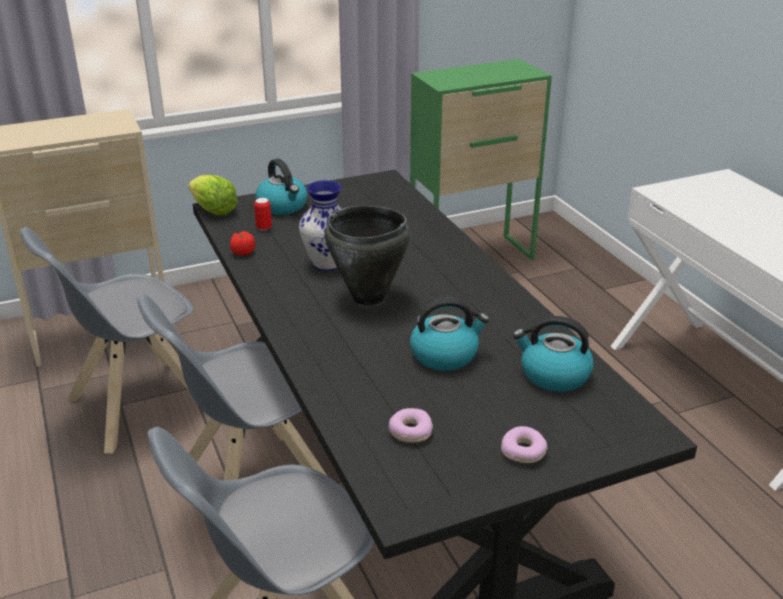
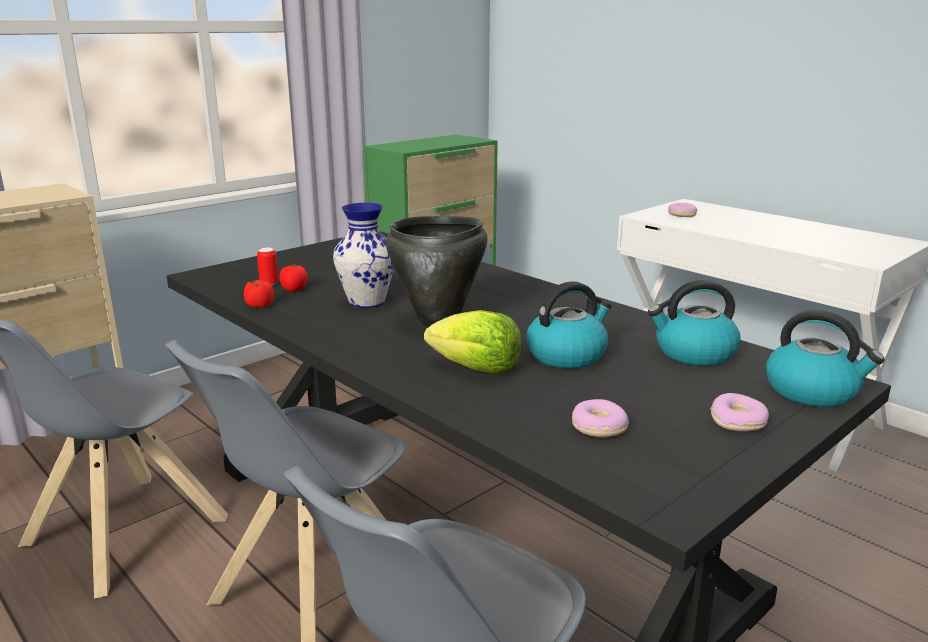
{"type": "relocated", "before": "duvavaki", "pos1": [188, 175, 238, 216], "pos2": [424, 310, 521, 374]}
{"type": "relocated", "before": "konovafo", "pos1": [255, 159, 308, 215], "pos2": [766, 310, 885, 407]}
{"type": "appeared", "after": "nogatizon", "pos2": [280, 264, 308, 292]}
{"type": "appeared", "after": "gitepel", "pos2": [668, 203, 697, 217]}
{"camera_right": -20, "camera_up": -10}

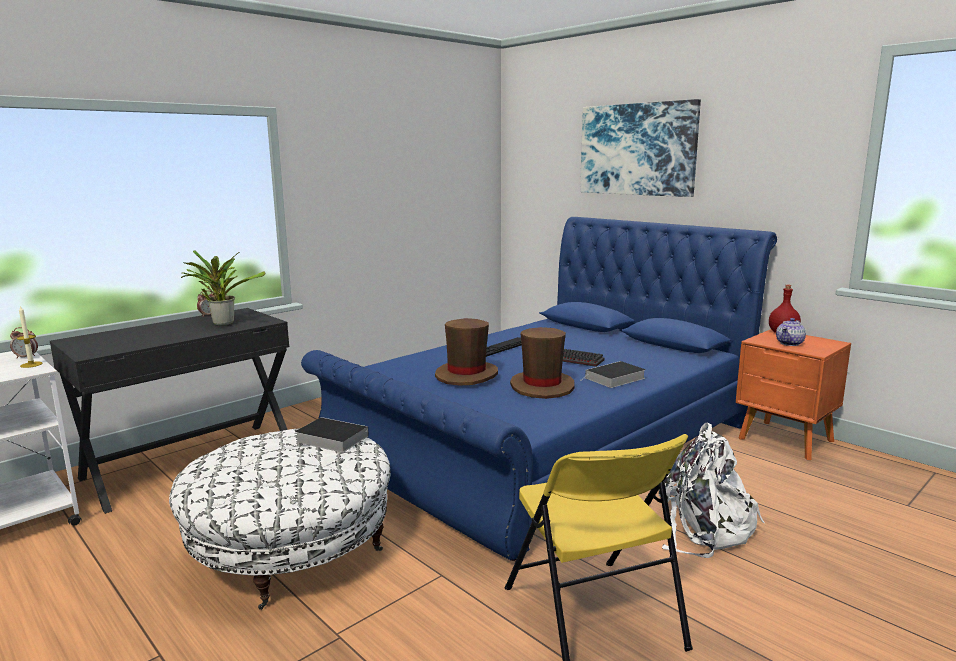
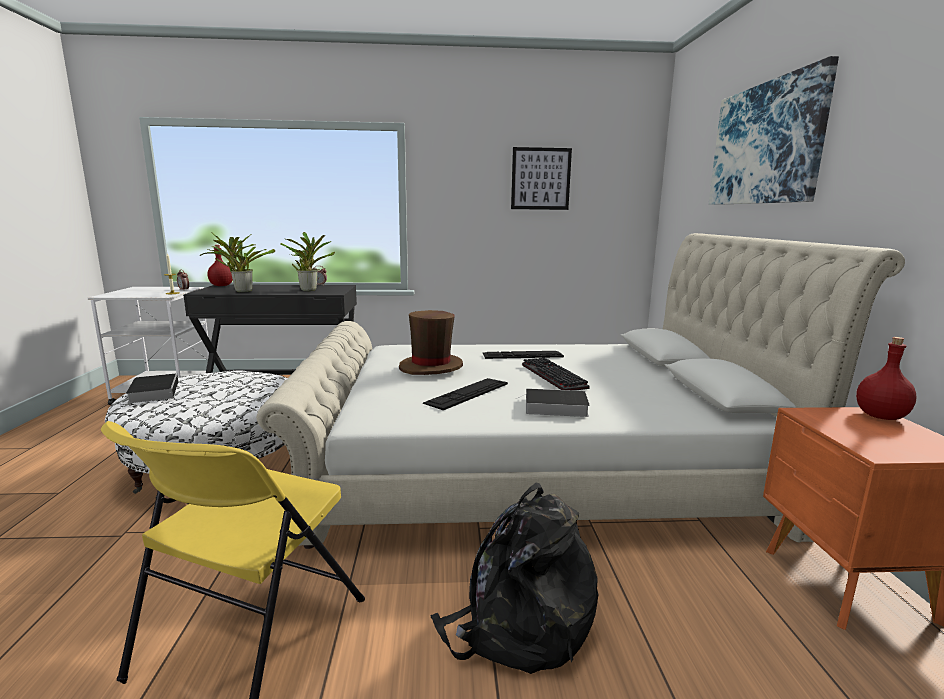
{"type": "relocated", "before": "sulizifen", "pos1": [295, 417, 369, 453], "pos2": [126, 373, 178, 403]}
{"type": "colour", "before": "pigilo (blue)", "after": "pigilo (beige)", "pos1": [301, 217, 777, 561], "pos2": [256, 233, 905, 549]}
{"type": "exchanged", "before": "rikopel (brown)", "after": "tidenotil", "pos1": [510, 327, 575, 399], "pos2": [423, 378, 508, 410]}
{"type": "colour", "before": "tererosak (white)", "after": "tererosak (black)", "pos1": [659, 422, 764, 558], "pos2": [430, 483, 599, 674]}
{"type": "missing", "before": "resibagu", "pos1": [776, 318, 806, 346]}
{"type": "appeared", "after": "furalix", "pos2": [200, 233, 275, 292]}
{"type": "appeared", "after": "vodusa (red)", "pos2": [207, 245, 233, 286]}
{"type": "appeared", "after": "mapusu", "pos2": [511, 147, 572, 210]}
{"camera_right": 40, "camera_up": 0}

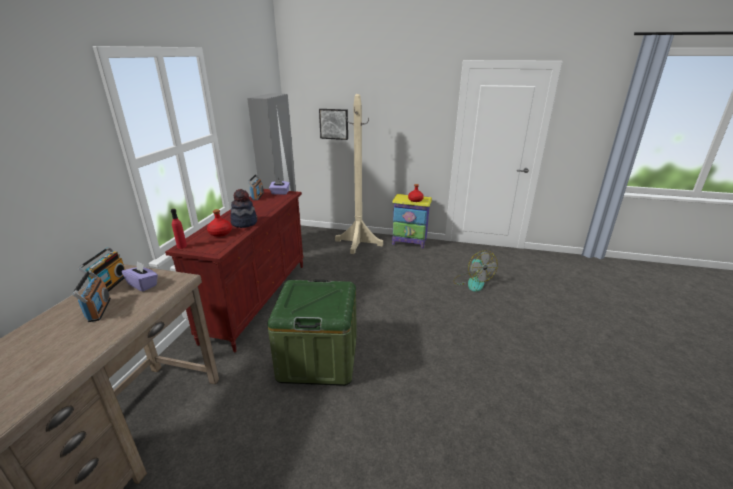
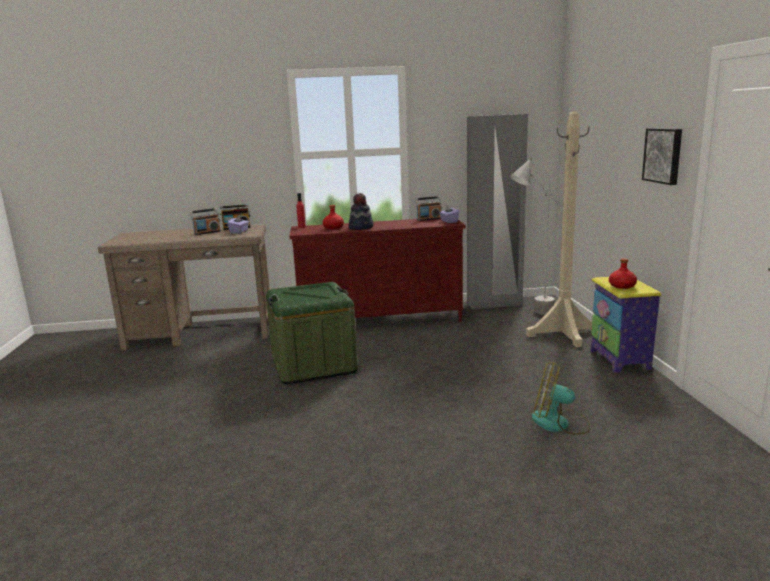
{"type": "relocated", "before": "mapusu", "pos1": [319, 109, 348, 140], "pos2": [642, 128, 682, 185]}
{"type": "spun", "before": "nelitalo", "pos1": [453, 250, 498, 292], "pos2": [532, 362, 590, 435], "turn": 60}
{"type": "appeared", "after": "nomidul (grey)", "pos2": [510, 158, 558, 315]}
{"camera_right": 70, "camera_up": -10}

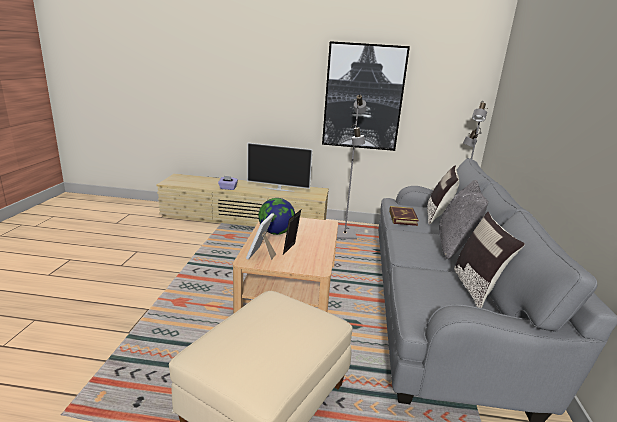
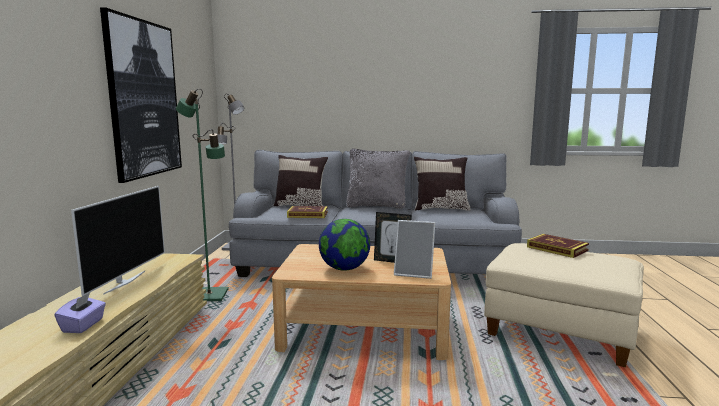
{"type": "colour", "before": "nomidul (grey)", "after": "nomidul (green)", "pos1": [337, 94, 367, 239], "pos2": [176, 88, 228, 301]}
{"type": "appeared", "after": "sulizifen", "pos2": [527, 234, 589, 258]}
{"camera_right": -90, "camera_up": -10}

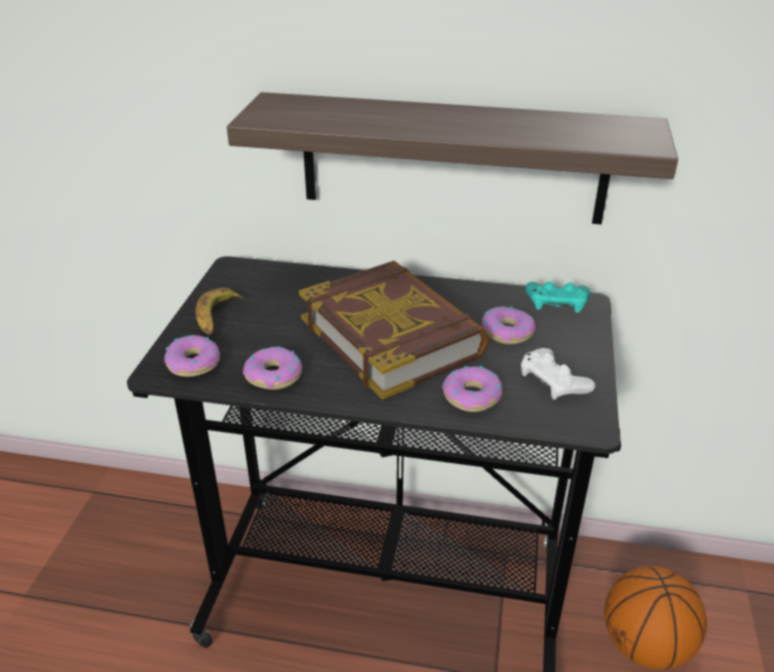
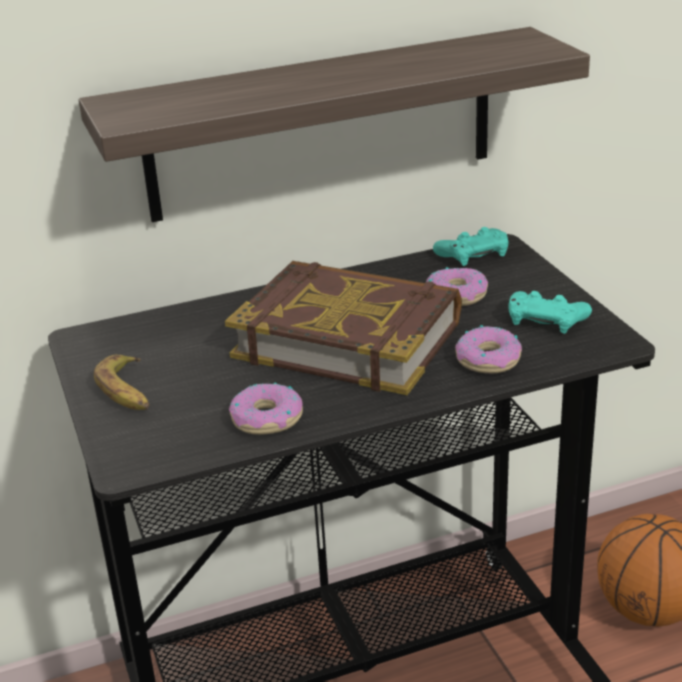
{"type": "missing", "before": "gitepel", "pos1": [165, 335, 220, 377]}
{"type": "colour", "before": "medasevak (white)", "after": "medasevak (turquoise)", "pos1": [521, 348, 595, 400], "pos2": [508, 291, 592, 334]}
{"camera_right": -30, "camera_up": -5}

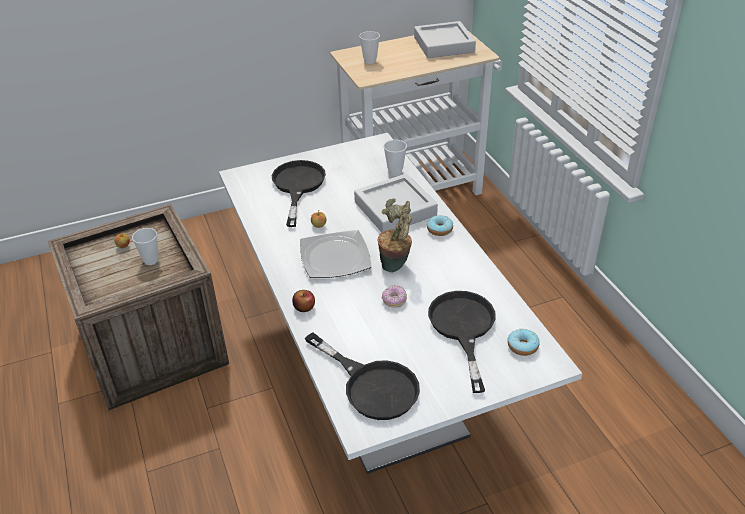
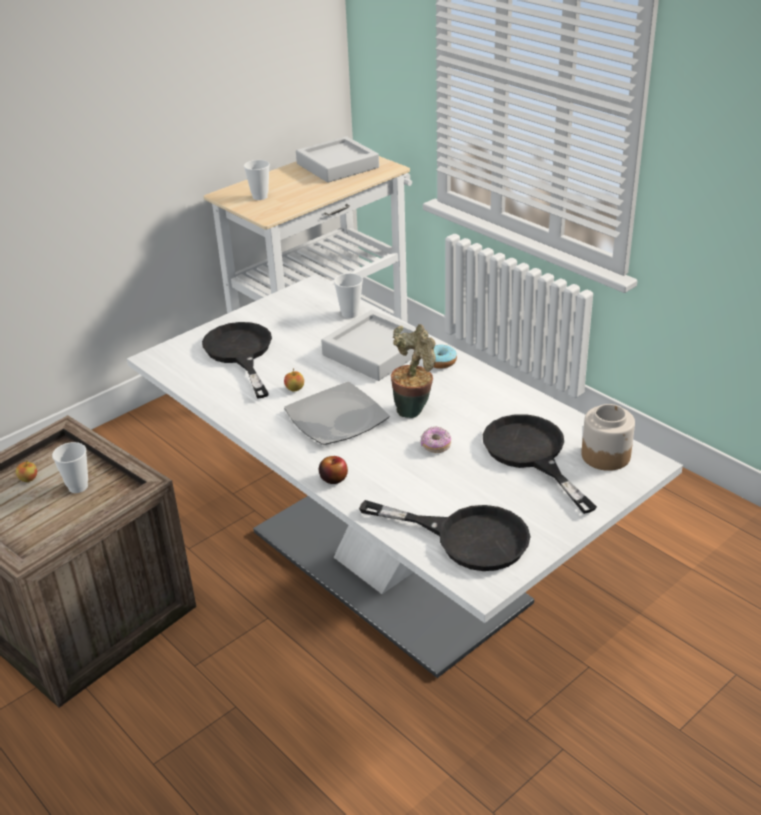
{"type": "exchanged", "before": "gitepel", "after": "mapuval", "pos1": [508, 329, 540, 356], "pos2": [581, 404, 635, 471]}
{"camera_right": -20, "camera_up": -5}

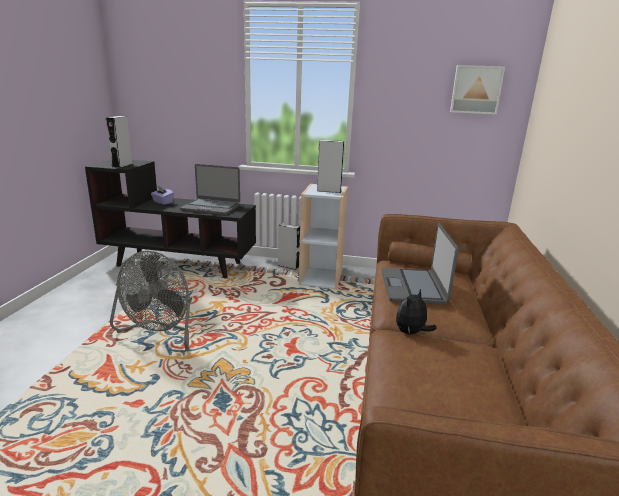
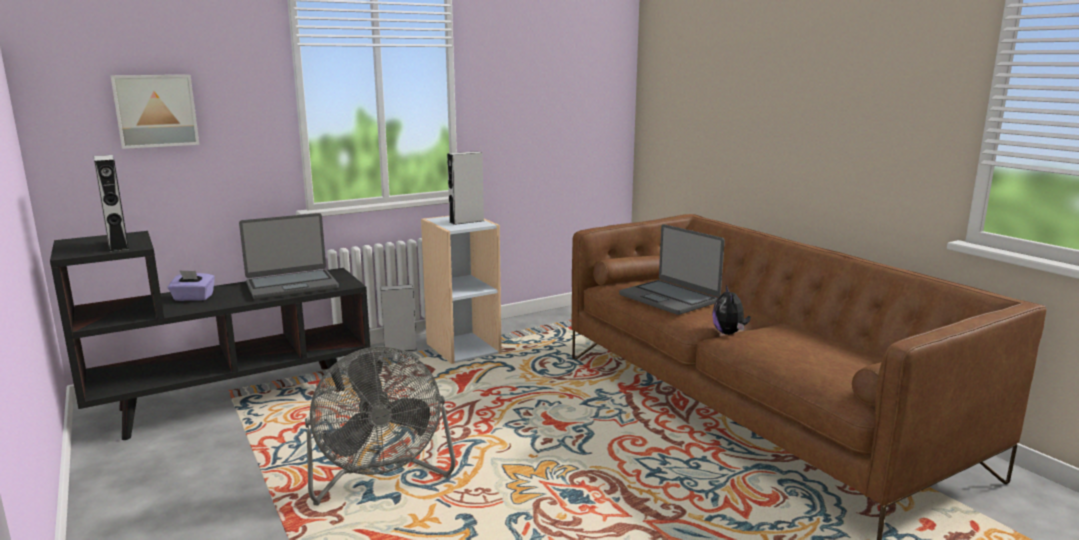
{"type": "relocated", "before": "mapusu", "pos1": [450, 65, 505, 114], "pos2": [110, 75, 199, 149]}
{"camera_right": -40, "camera_up": -5}

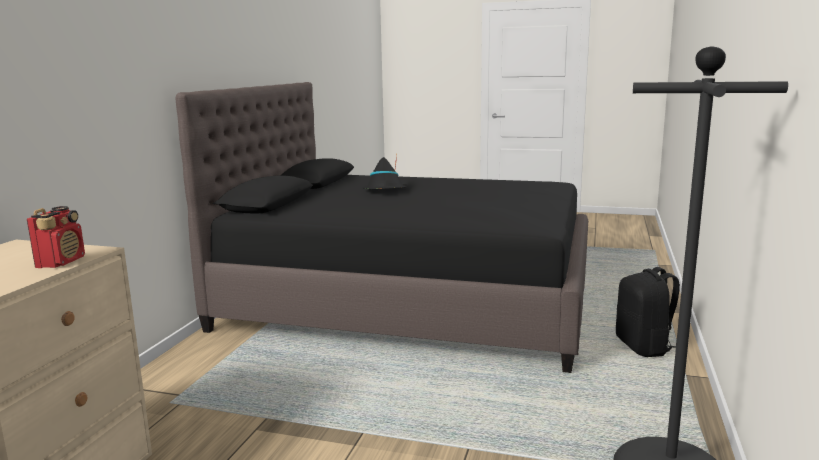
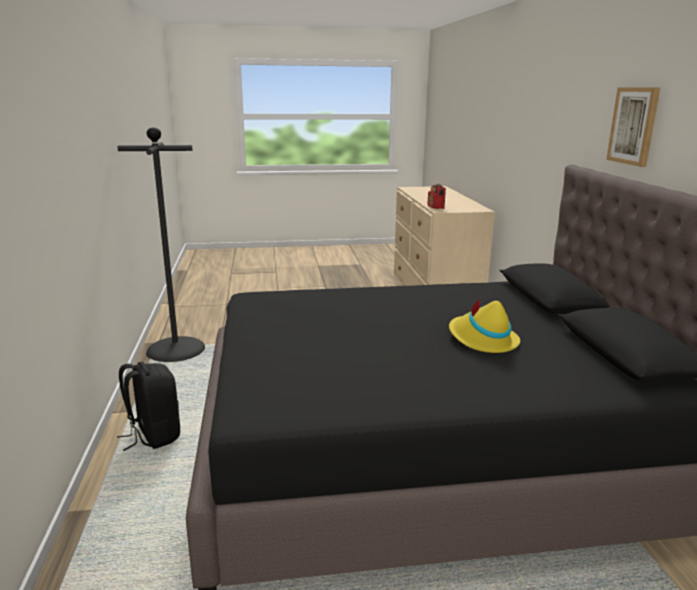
{"type": "colour", "before": "rikopel (black)", "after": "rikopel (yellow)", "pos1": [362, 155, 407, 189], "pos2": [449, 298, 520, 353]}
{"type": "appeared", "after": "mapusu", "pos2": [606, 87, 661, 167]}
{"camera_right": 155, "camera_up": 5}

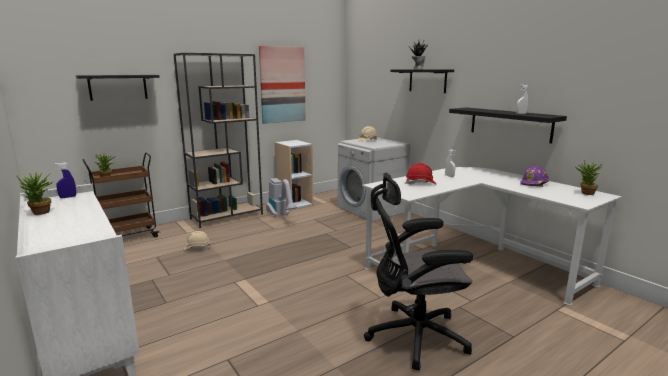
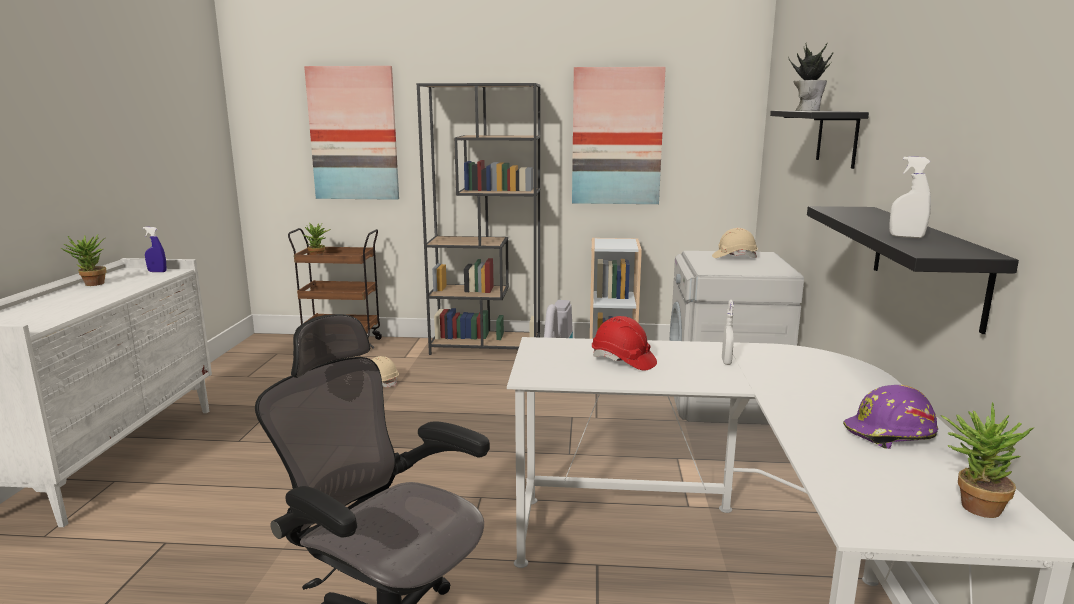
{"type": "exchanged", "before": "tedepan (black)", "after": "mapusu", "pos1": [76, 75, 160, 101], "pos2": [304, 66, 399, 200]}
{"camera_right": 40, "camera_up": 0}

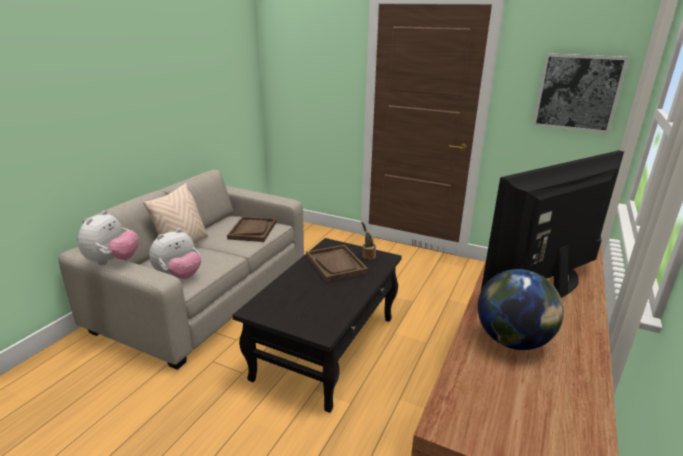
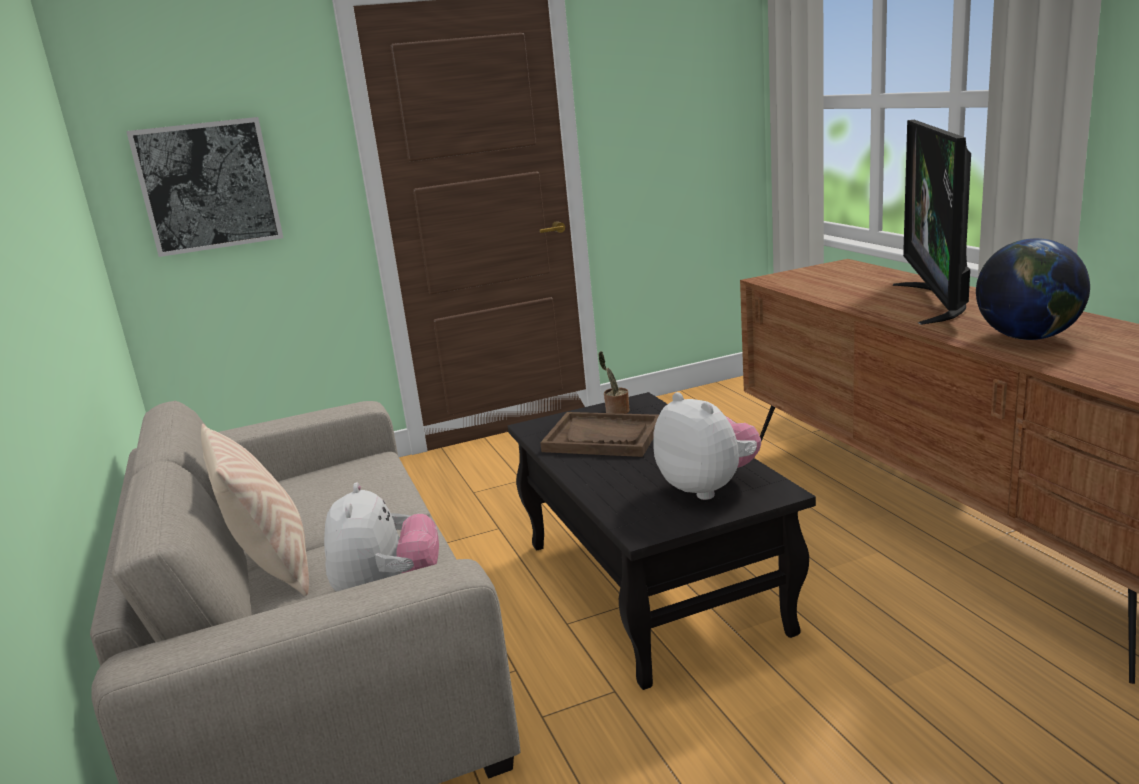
{"type": "relocated", "before": "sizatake", "pos1": [78, 210, 139, 265], "pos2": [654, 392, 761, 500]}
{"type": "missing", "before": "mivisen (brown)", "pos1": [227, 216, 276, 242]}
{"type": "relocated", "before": "mapusu", "pos1": [533, 53, 629, 133], "pos2": [126, 117, 283, 257]}
{"camera_right": -45, "camera_up": -5}

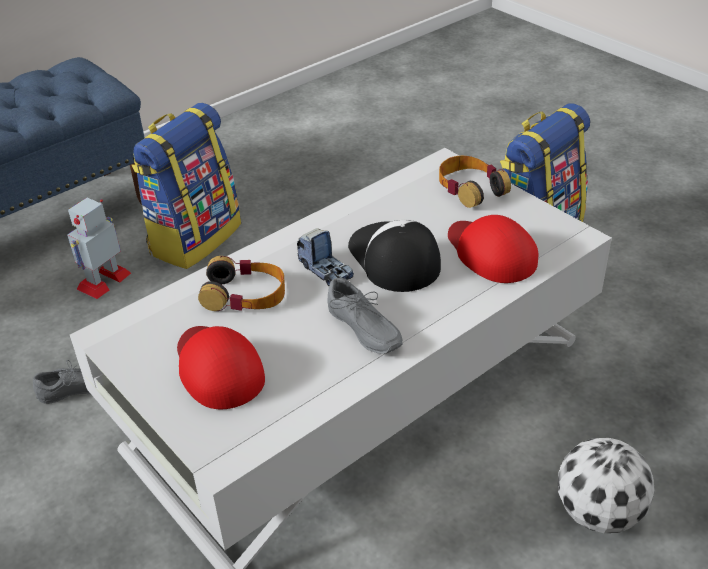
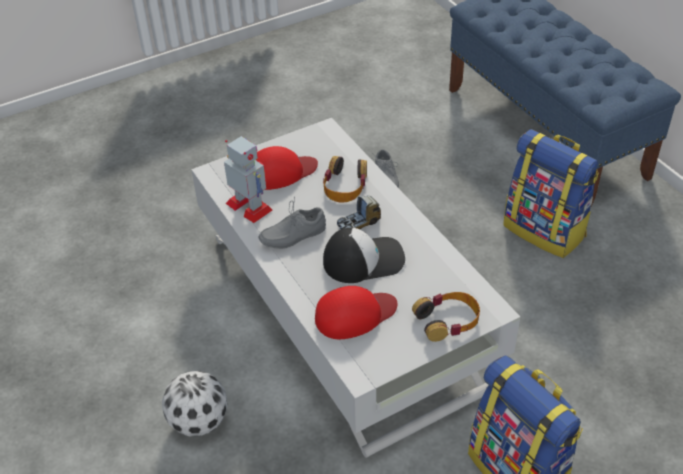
{"type": "relocated", "before": "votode", "pos1": [67, 198, 131, 299], "pos2": [224, 136, 273, 223]}
{"camera_right": 100, "camera_up": 5}

